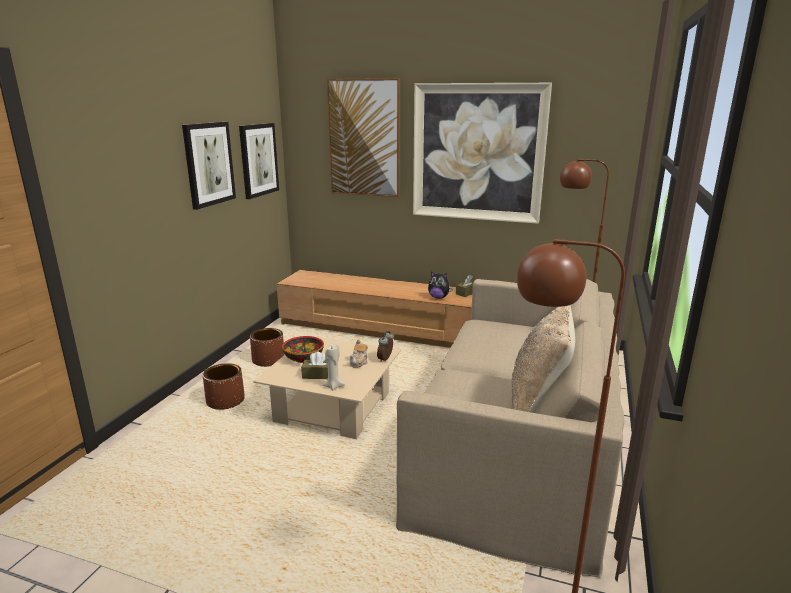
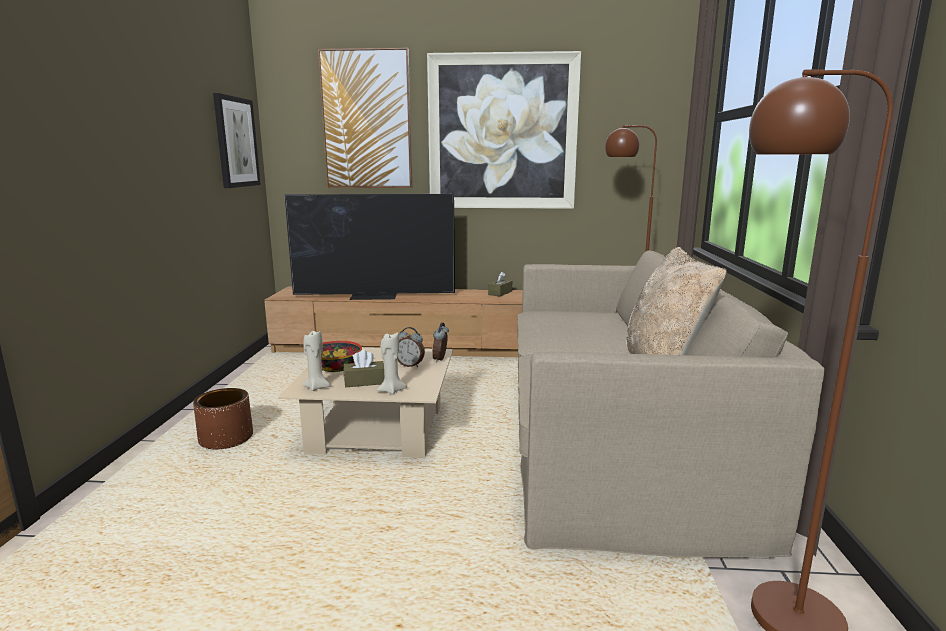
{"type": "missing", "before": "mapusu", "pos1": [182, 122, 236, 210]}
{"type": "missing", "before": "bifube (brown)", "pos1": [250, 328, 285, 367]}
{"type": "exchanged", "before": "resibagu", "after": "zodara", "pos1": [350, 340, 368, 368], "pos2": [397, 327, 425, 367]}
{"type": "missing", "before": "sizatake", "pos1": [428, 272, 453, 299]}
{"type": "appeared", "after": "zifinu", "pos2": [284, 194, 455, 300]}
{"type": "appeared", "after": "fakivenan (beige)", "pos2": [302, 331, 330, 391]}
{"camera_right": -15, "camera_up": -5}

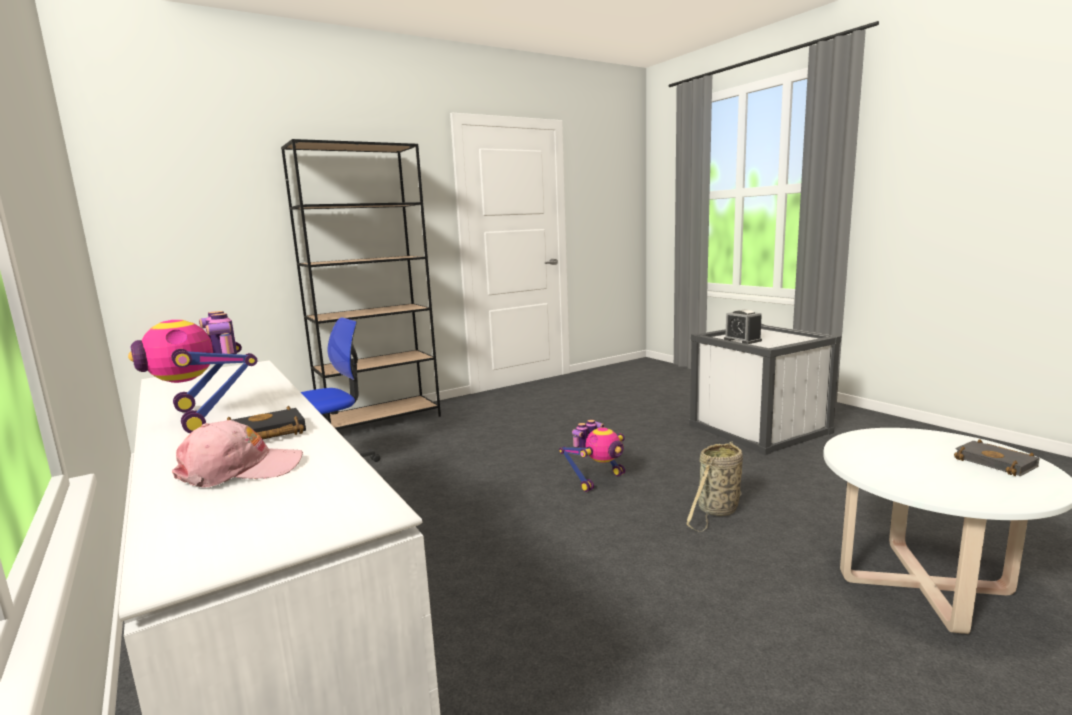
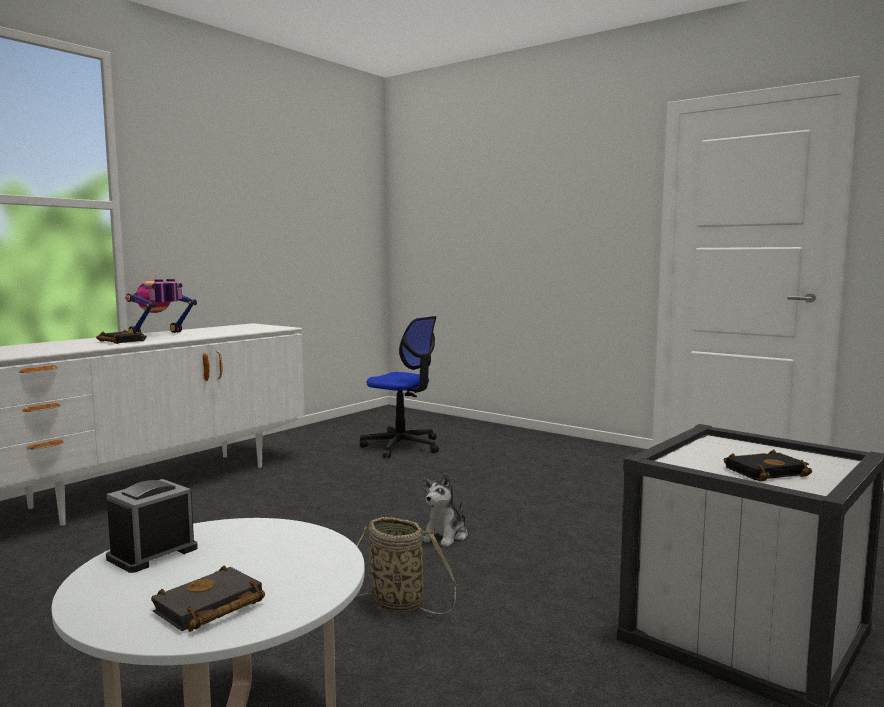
{"type": "missing", "before": "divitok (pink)", "pos1": [172, 420, 303, 488]}
{"type": "missing", "before": "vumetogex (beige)", "pos1": [281, 139, 441, 430]}
{"type": "exchanged", "before": "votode", "after": "sizatake", "pos1": [559, 419, 625, 492], "pos2": [422, 473, 468, 547]}
{"type": "relocated", "before": "zodara", "pos1": [724, 309, 762, 344], "pos2": [106, 479, 198, 573]}
{"type": "appeared", "after": "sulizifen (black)", "pos2": [724, 450, 812, 481]}
{"camera_right": 70, "camera_up": -5}

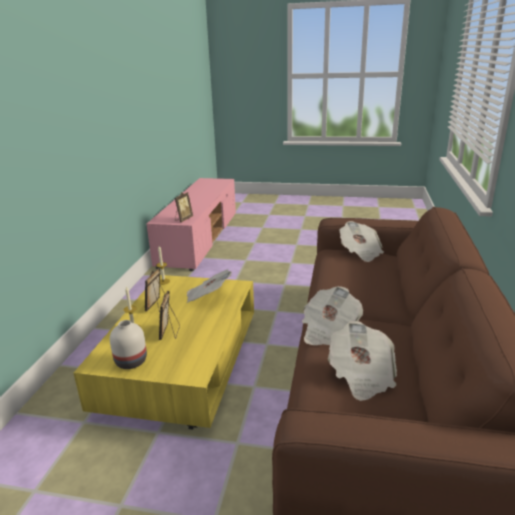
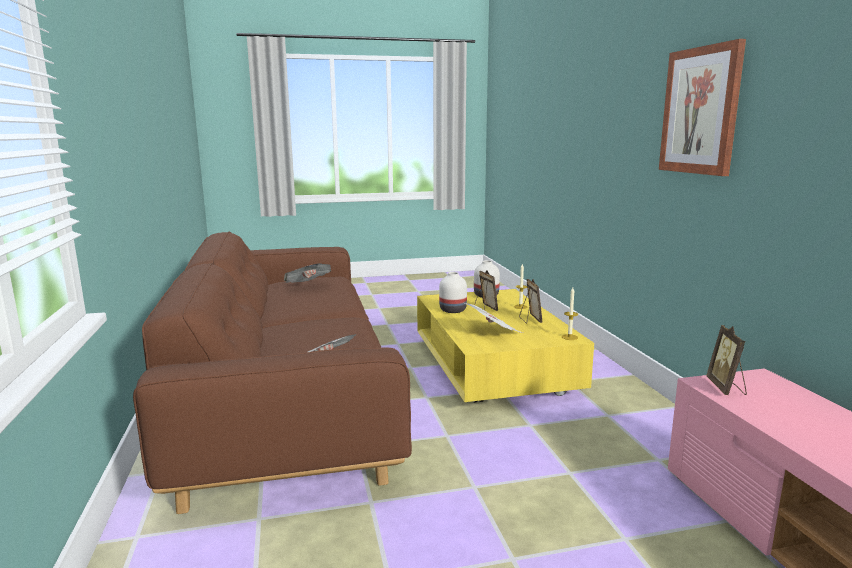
{"type": "missing", "before": "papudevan", "pos1": [302, 286, 363, 345]}
{"type": "appeared", "after": "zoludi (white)", "pos2": [439, 272, 467, 313]}
{"type": "appeared", "after": "mapusu", "pos2": [659, 39, 746, 176]}
{"camera_right": 155, "camera_up": -10}

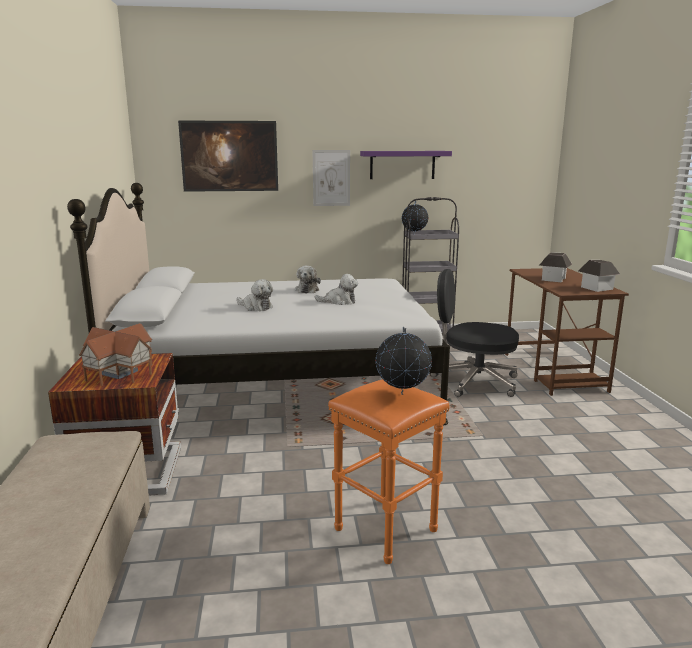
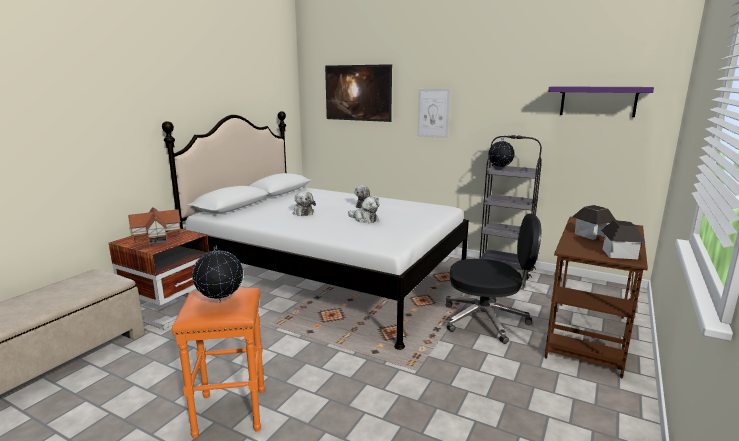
{"type": "relocated", "before": "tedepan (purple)", "pos1": [360, 151, 452, 179], "pos2": [548, 86, 654, 117]}
{"type": "spun", "before": "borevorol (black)", "pos1": [431, 269, 519, 397], "pos2": [446, 214, 541, 344], "turn": 135}
{"camera_right": 35, "camera_up": 0}

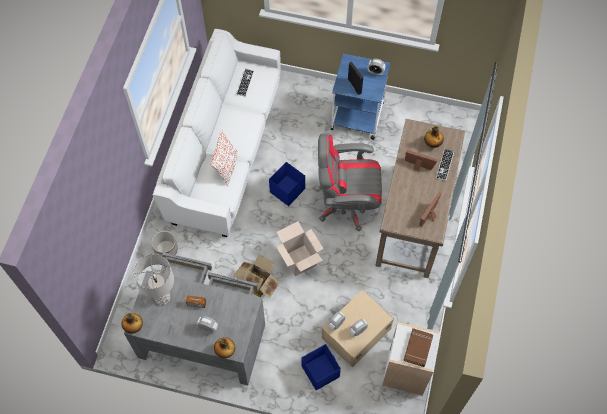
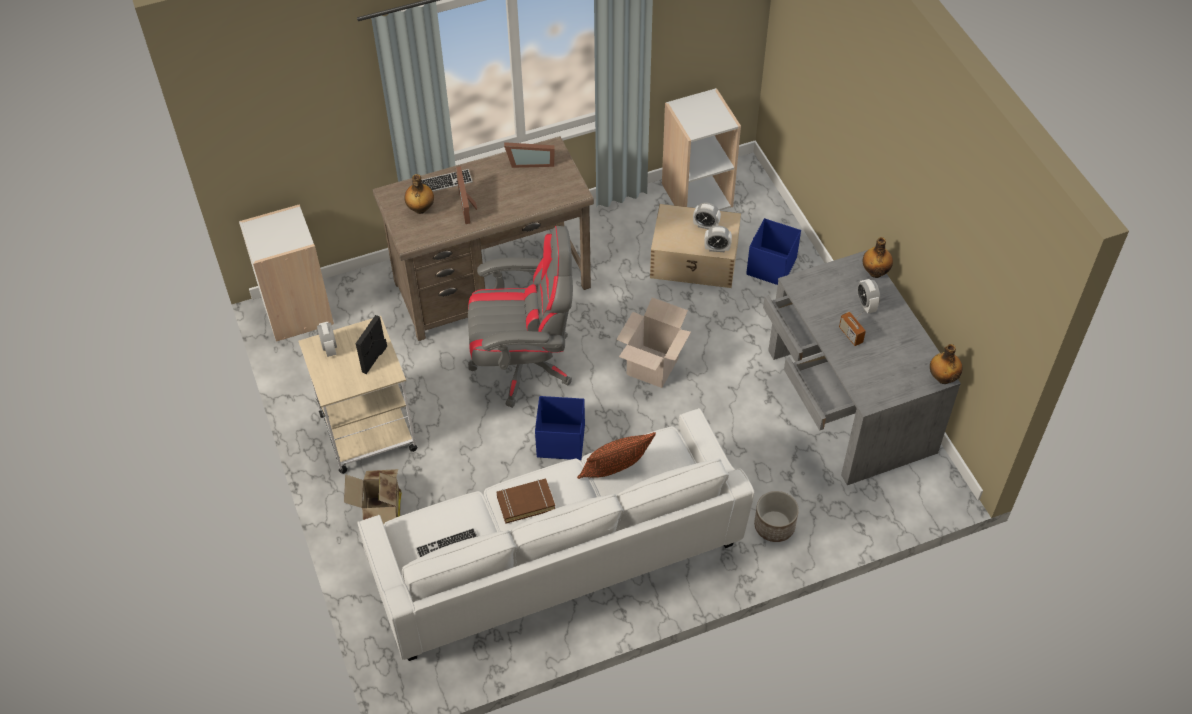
{"type": "missing", "before": "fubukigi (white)", "pos1": [133, 254, 174, 305]}
{"type": "colour", "before": "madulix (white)", "after": "madulix (brown)", "pos1": [211, 130, 238, 187], "pos2": [577, 432, 656, 479]}
{"type": "relocated", "before": "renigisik", "pos1": [233, 254, 280, 299], "pos2": [344, 469, 402, 525]}
{"type": "spun", "before": "borevorol (grey)", "pos1": [318, 133, 382, 231], "pos2": [468, 226, 573, 408], "turn": -60}
{"type": "colour", "before": "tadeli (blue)", "after": "tadeli (beige)", "pos1": [331, 54, 390, 140], "pos2": [299, 316, 418, 474]}
{"type": "relocated", "before": "sulizifen (brown)", "pos1": [403, 328, 433, 367], "pos2": [497, 479, 555, 524]}
{"type": "appeared", "after": "vumetogex", "pos2": [239, 204, 334, 342]}
{"camera_right": -125, "camera_up": -10}

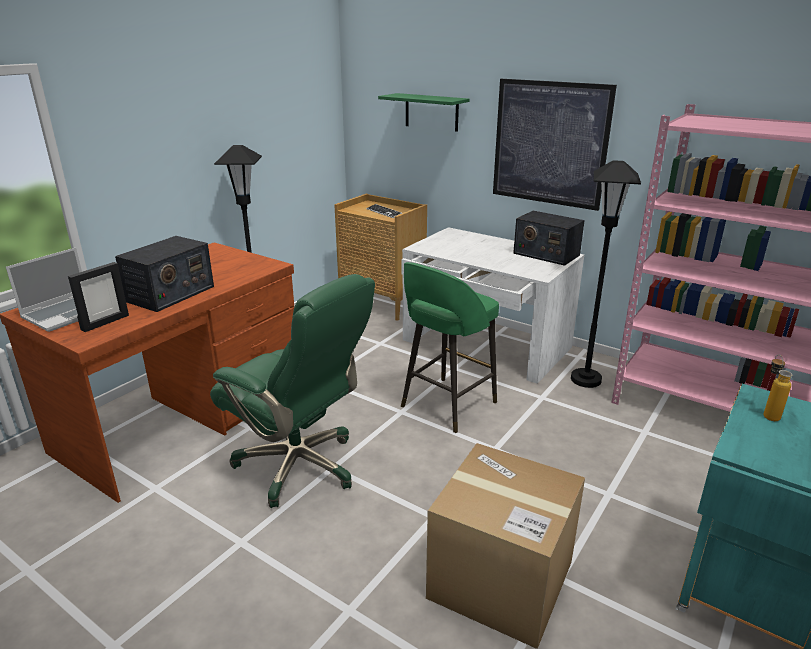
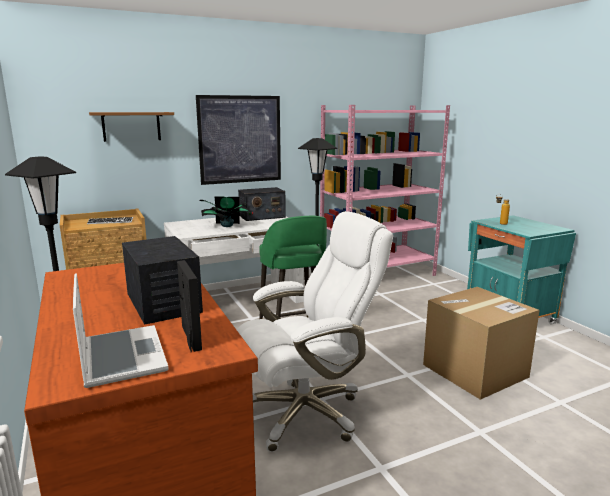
{"type": "colour", "before": "borevorol (green)", "after": "borevorol (white)", "pos1": [210, 274, 375, 508], "pos2": [237, 211, 393, 452]}
{"type": "colour", "before": "tedepan (green)", "after": "tedepan (brown)", "pos1": [378, 93, 470, 132], "pos2": [89, 112, 174, 142]}
{"type": "appeared", "after": "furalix", "pos2": [200, 196, 251, 227]}
{"camera_right": -60, "camera_up": -10}

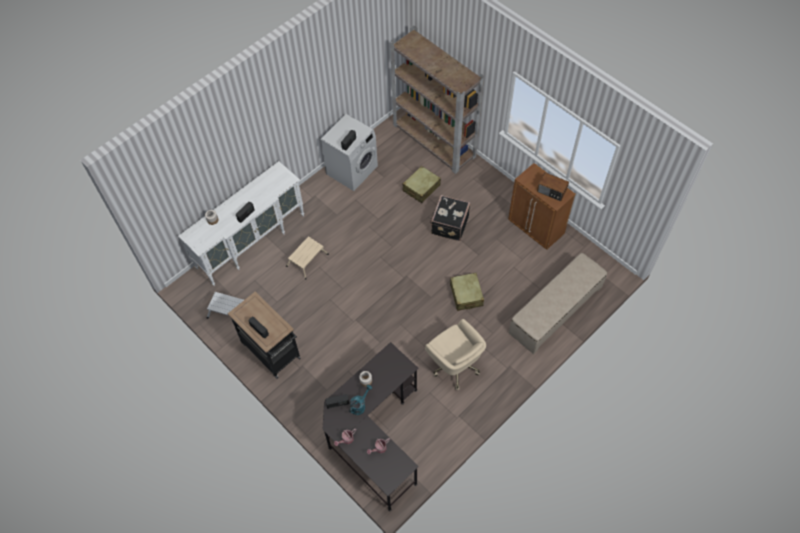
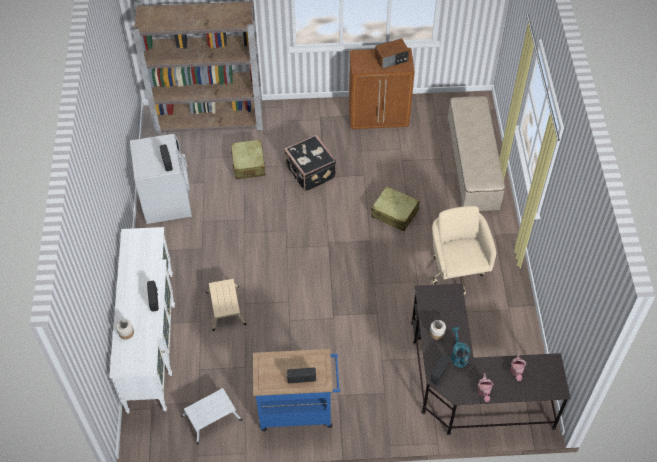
{"type": "colour", "before": "tadeli (black)", "after": "tadeli (blue)", "pos1": [228, 292, 301, 379], "pos2": [253, 349, 340, 431]}
{"type": "spun", "before": "borevorol (beige)", "pos1": [425, 319, 486, 390], "pos2": [432, 206, 496, 294], "turn": -105}
{"camera_right": -50, "camera_up": -5}

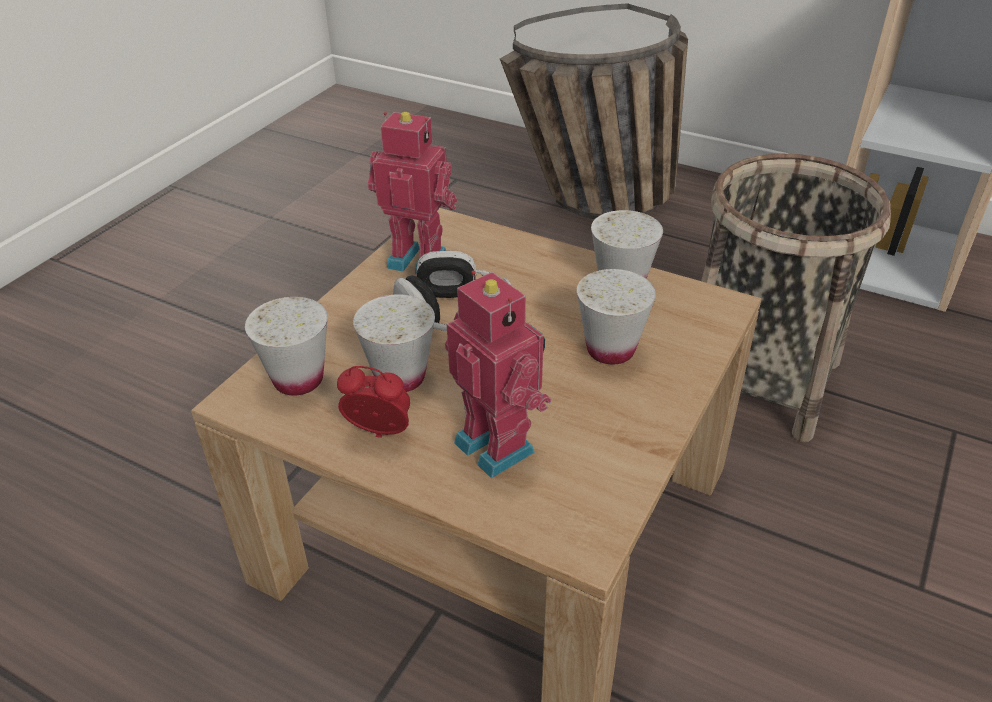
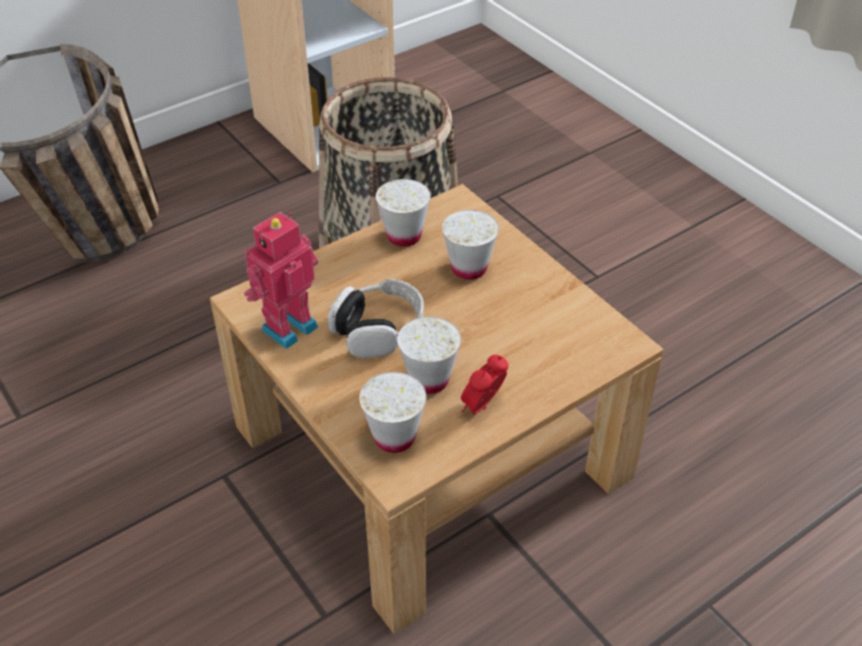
{"type": "missing", "before": "votode", "pos1": [445, 271, 551, 478]}
{"camera_right": -65, "camera_up": 5}

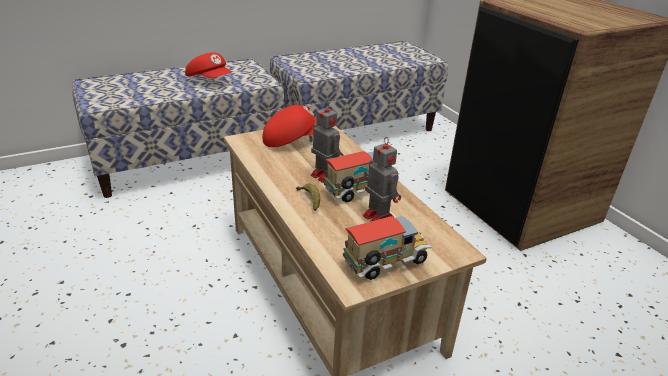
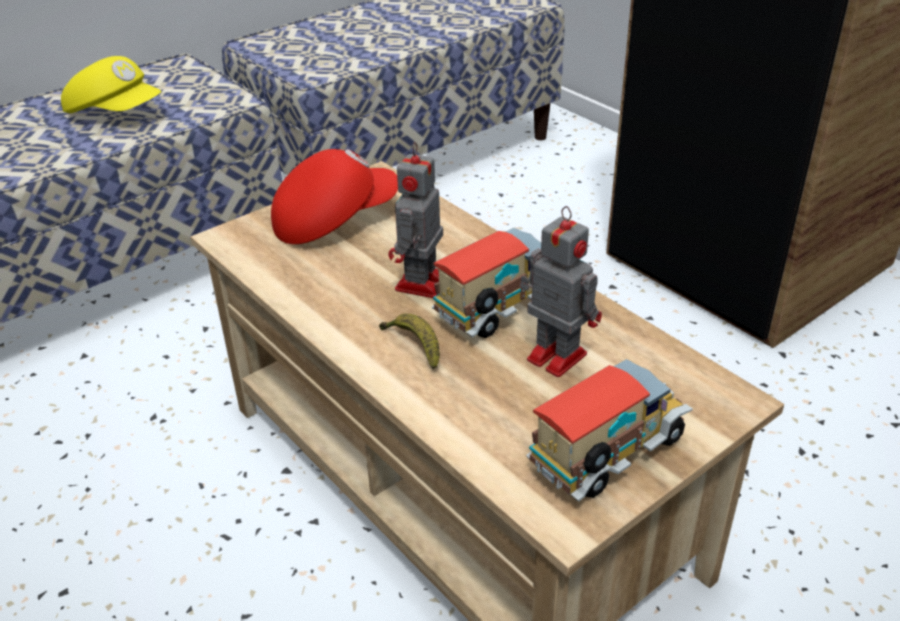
{"type": "colour", "before": "divitok (red)", "after": "divitok (yellow)", "pos1": [185, 52, 232, 78], "pos2": [61, 56, 162, 113]}
{"type": "spun", "before": "votode", "pos1": [309, 102, 344, 183], "pos2": [388, 142, 443, 298], "turn": -105}
{"camera_right": -10, "camera_up": 5}

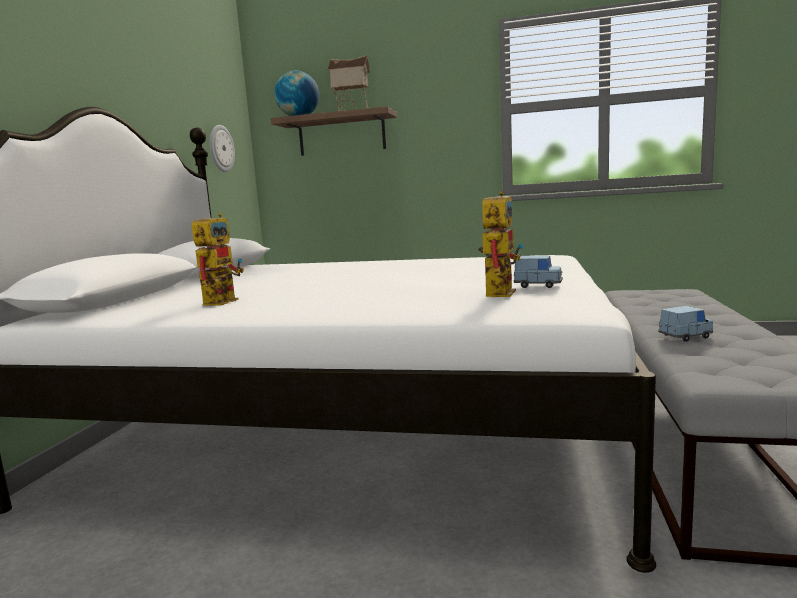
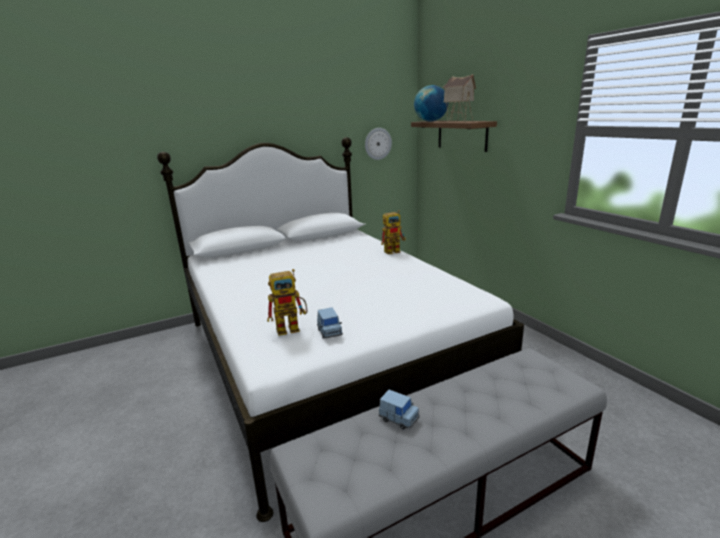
{"type": "relocated", "before": "votode", "pos1": [192, 213, 244, 306], "pos2": [381, 210, 406, 255]}
{"camera_right": 50, "camera_up": 10}

